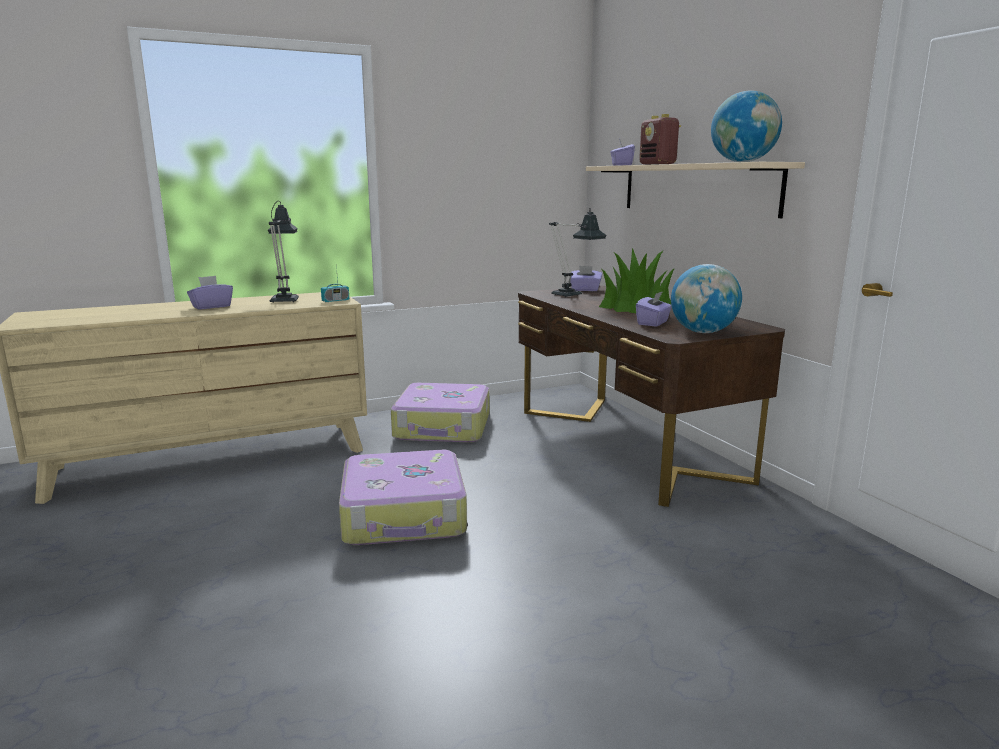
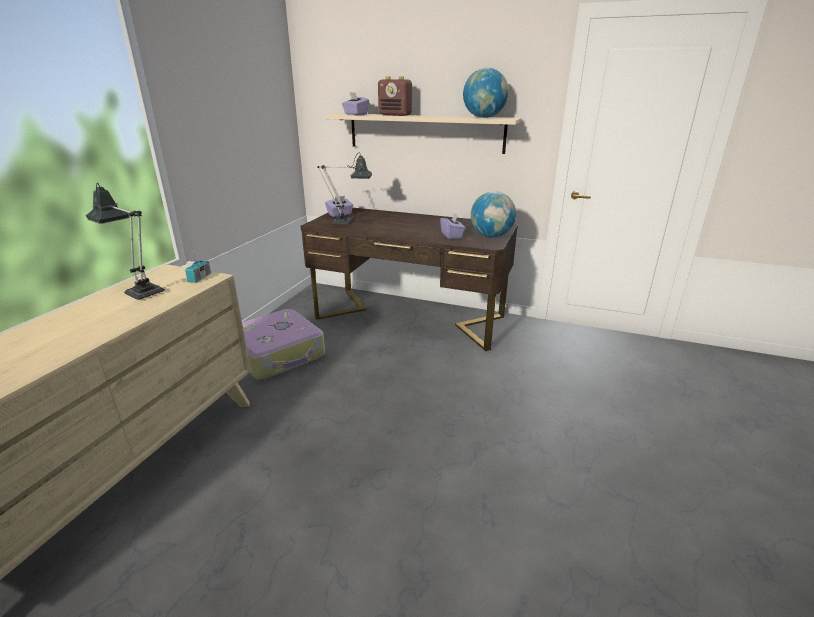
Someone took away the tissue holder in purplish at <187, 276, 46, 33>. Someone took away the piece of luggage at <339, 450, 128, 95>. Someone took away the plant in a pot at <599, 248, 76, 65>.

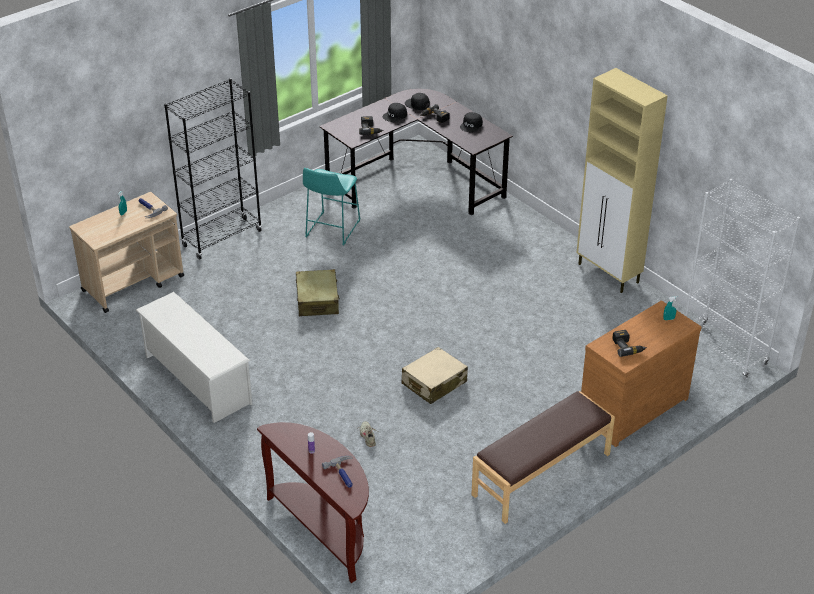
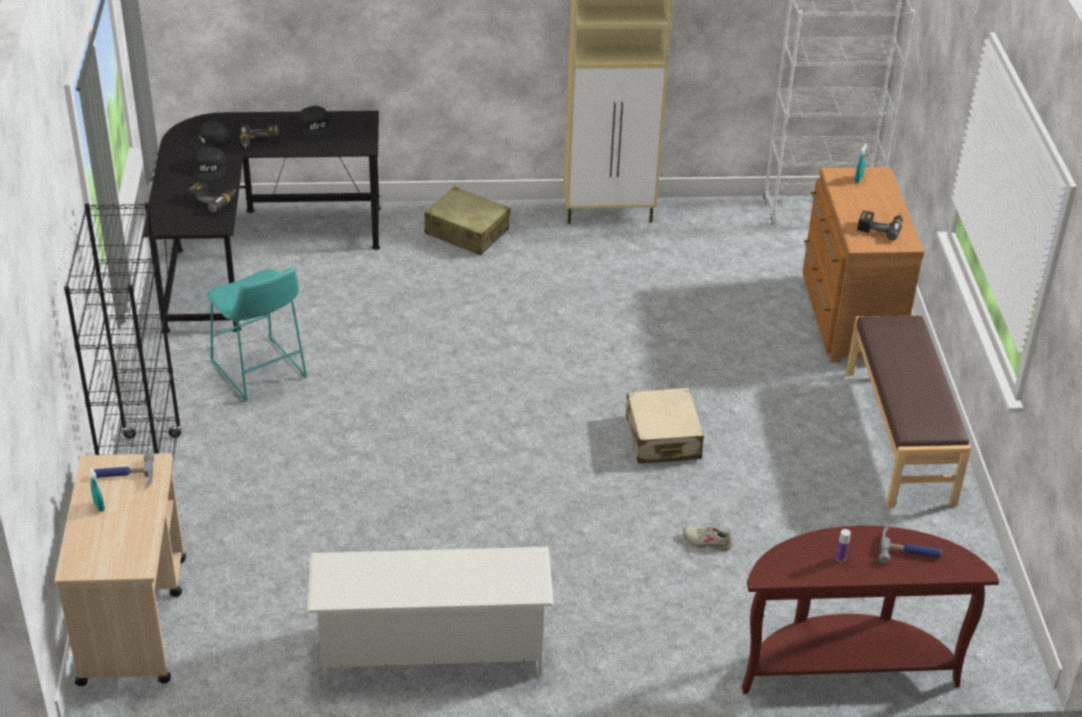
Someone carried the piece of luggage in beige from <296, 269, 44, 47> to <424, 186, 86, 69>.

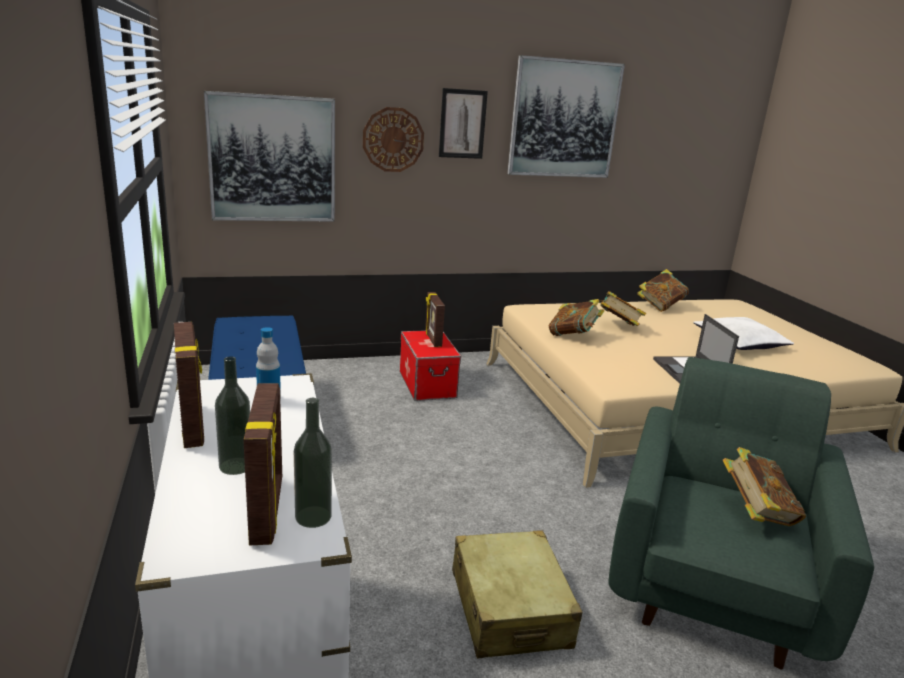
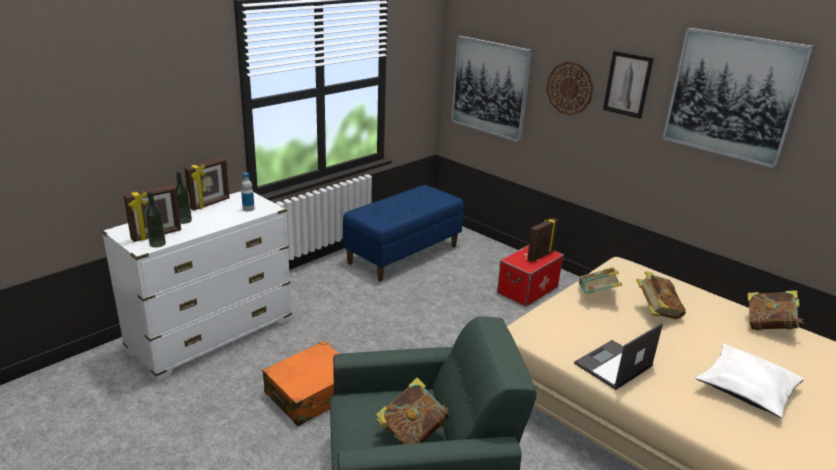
Someone repainted the piece of luggage in beige at <452, 530, 130, 129>, which became the piece of luggage in orangey at <263, 341, 77, 85>.

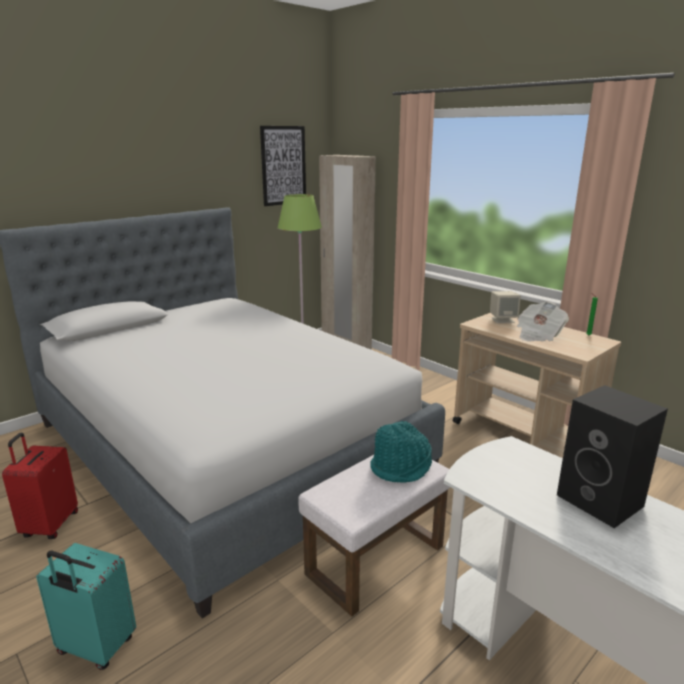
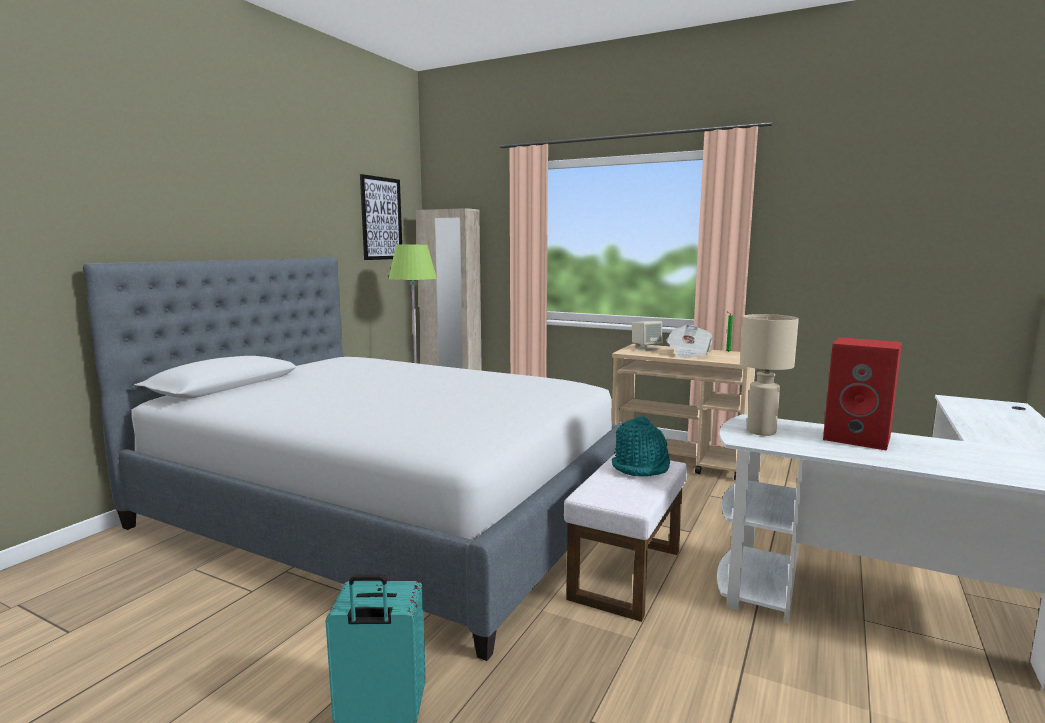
Someone took away the piece of luggage in reddish at <2, 433, 76, 106>. Someone repainted the loudspeaker in blackish at <557, 385, 111, 143>, which became the loudspeaker in reddish at <823, 337, 79, 114>. Someone put down the lamp for a table in beige at <740, 314, 59, 122>.

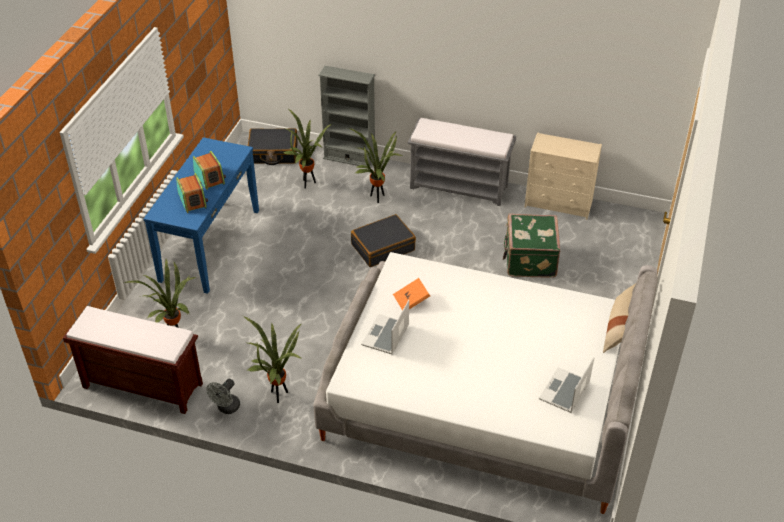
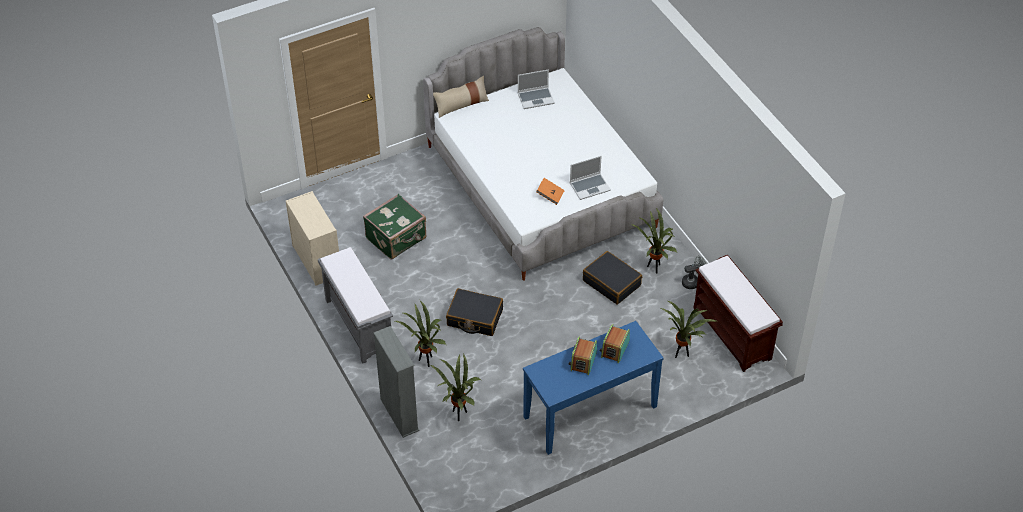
Someone carried the piece of luggage in blackish from <248, 128, 50, 37> to <583, 251, 59, 54>.

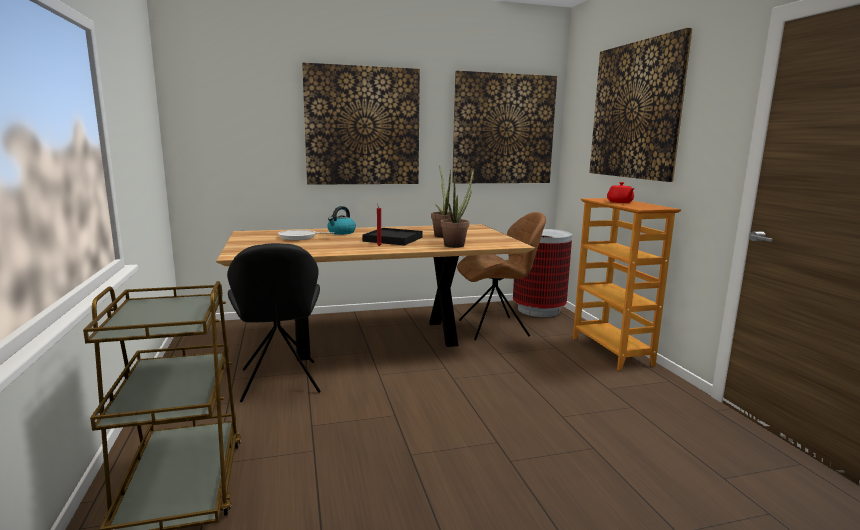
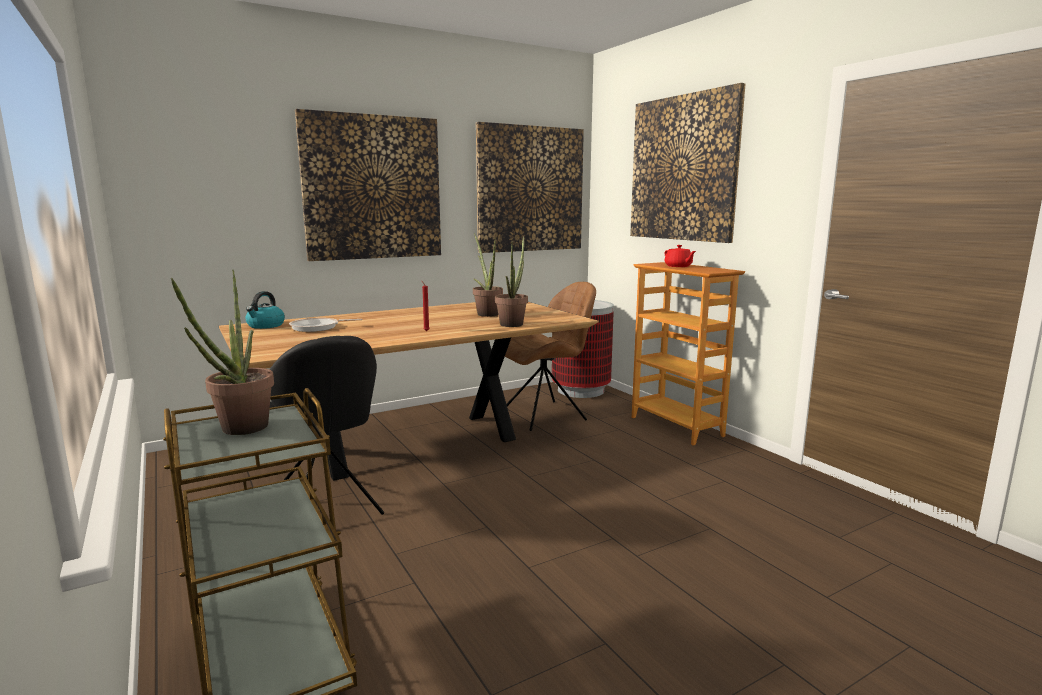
Someone carried the kettle from <327, 206, 29, 29> to <245, 291, 40, 38>. Someone took away the carrying tray in blackish at <363, 228, 59, 17>. Someone put down the plant in a pot at <171, 270, 103, 165>.

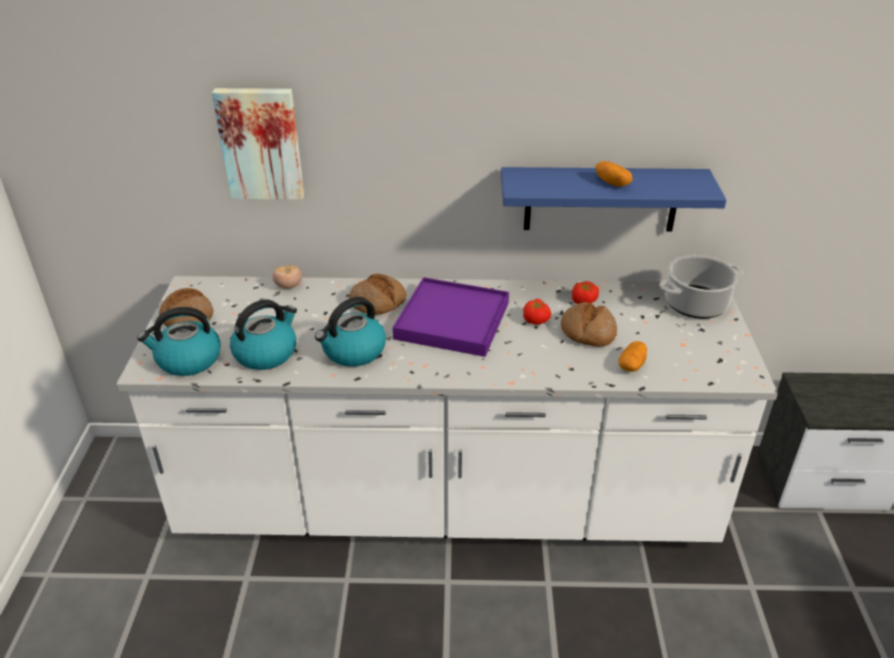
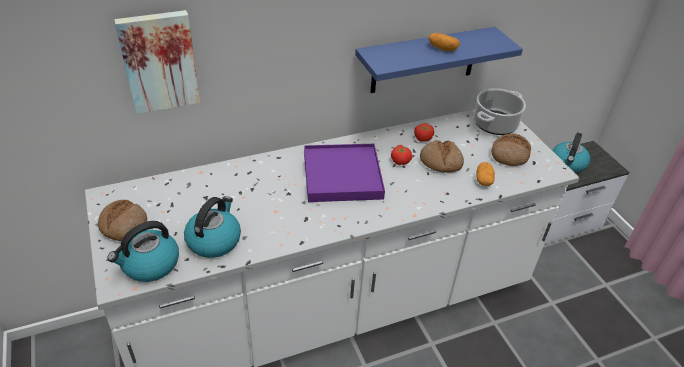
Someone took away the tomato at <273, 265, 29, 24>. Someone carried the kettle from <315, 297, 71, 70> to <552, 132, 38, 41>. Someone carried the bakery bread from <349, 274, 57, 40> to <491, 134, 40, 32>.

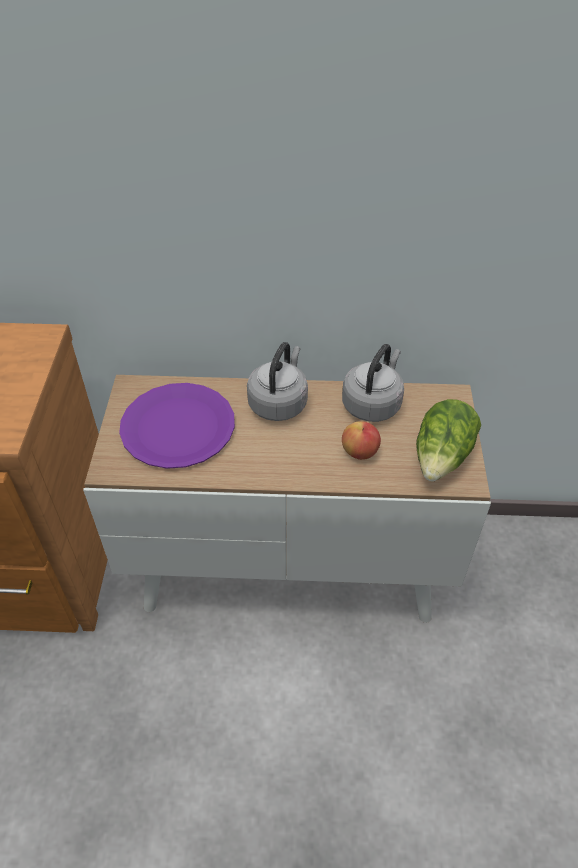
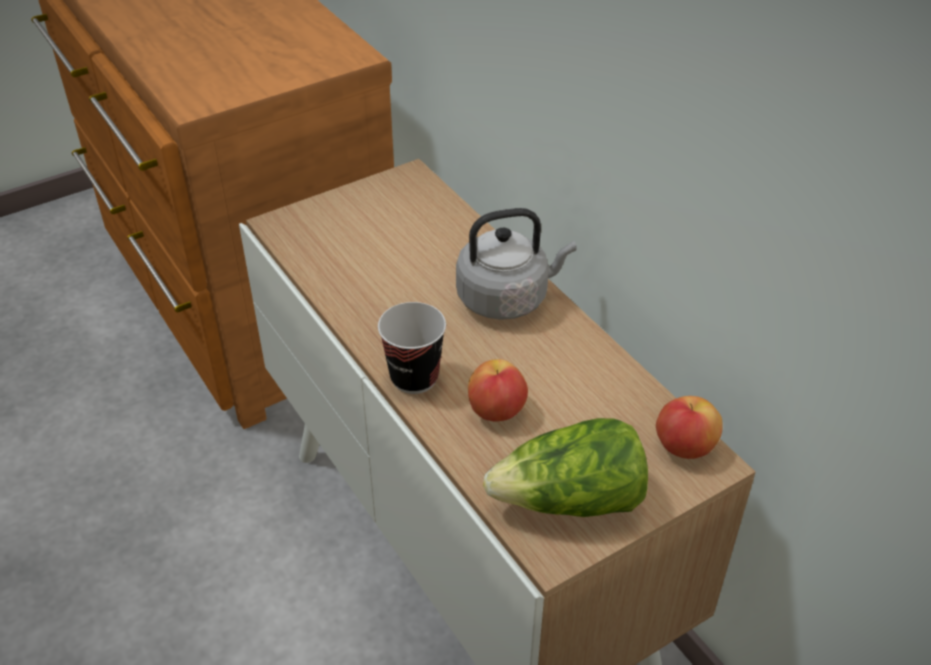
Someone took away the plate in purplish at <119, 383, 116, 86>. Someone took away the kettle in greyish at <342, 344, 62, 78>. Someone put down the small cup at <378, 302, 68, 92>. Someone put down the apple at <656, 396, 67, 63>.

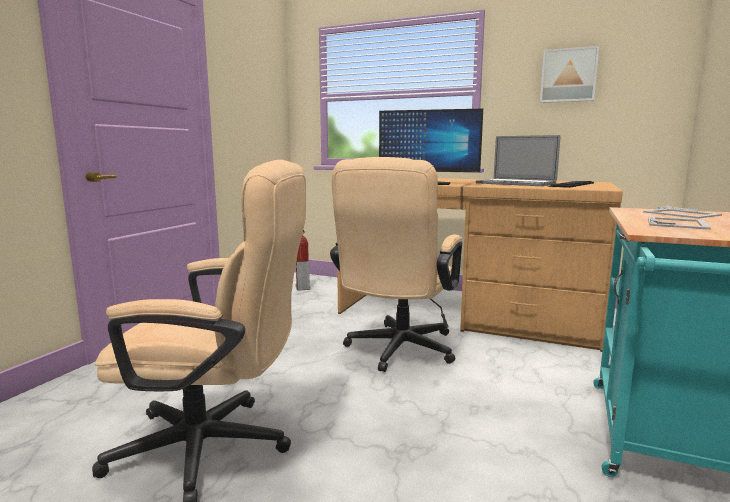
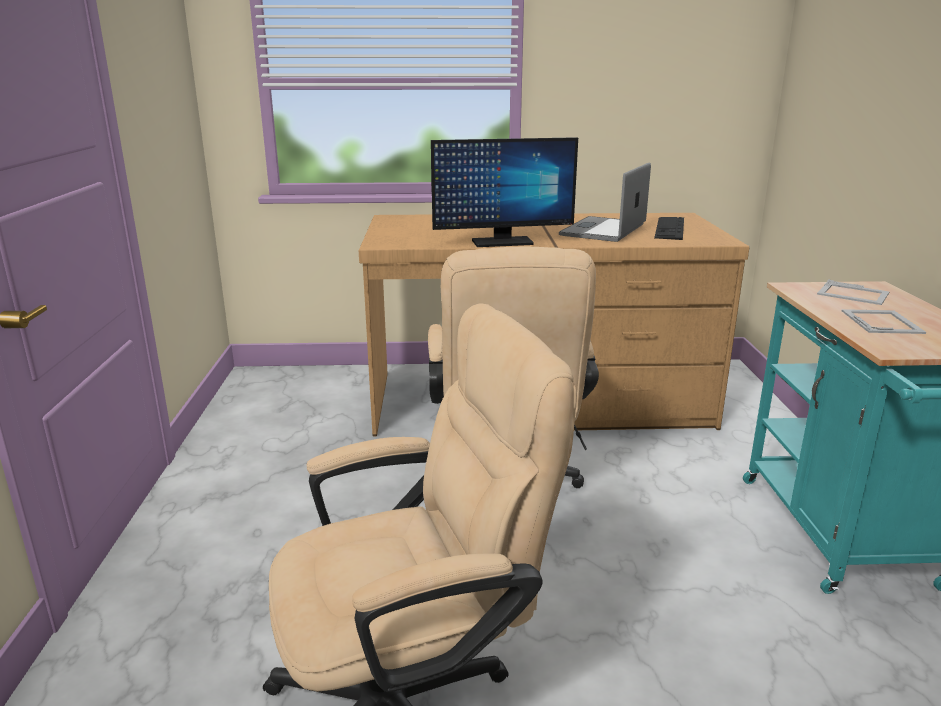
Someone took away the fire-fighting cylinder at <295, 230, 15, 61>. Someone rotated the portable computer at <476, 135, 84, 51> by 105 degrees clockwise. Someone took away the wall picture at <540, 46, 59, 57>.

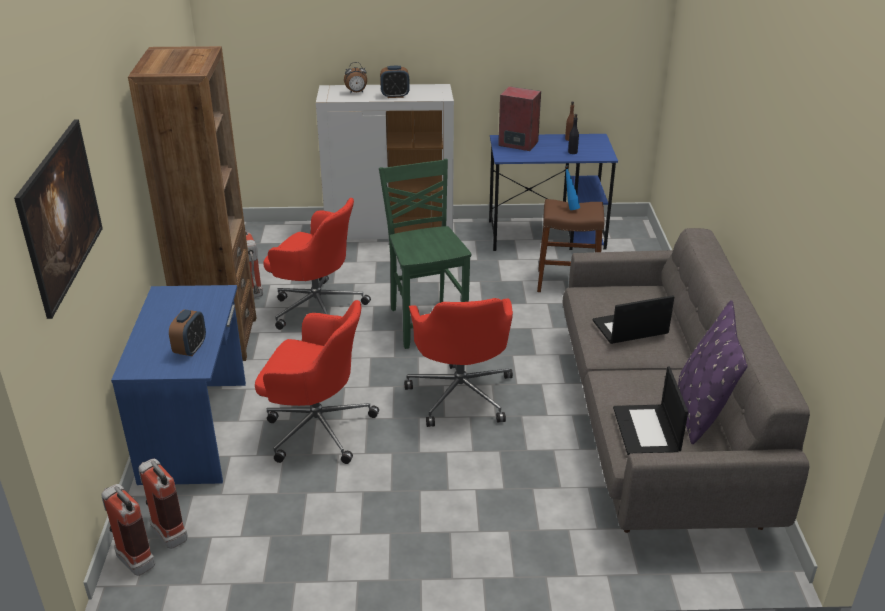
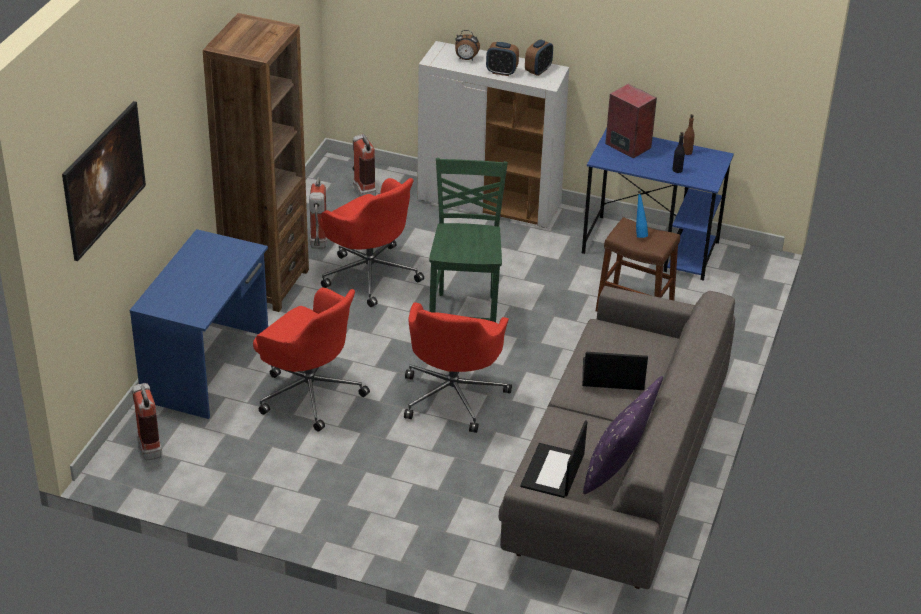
Someone carried the fire-fighting cylinder from <101, 484, 54, 92> to <352, 134, 24, 62>. Someone carried the table clock from <169, 309, 37, 47> to <525, 39, 28, 37>.

